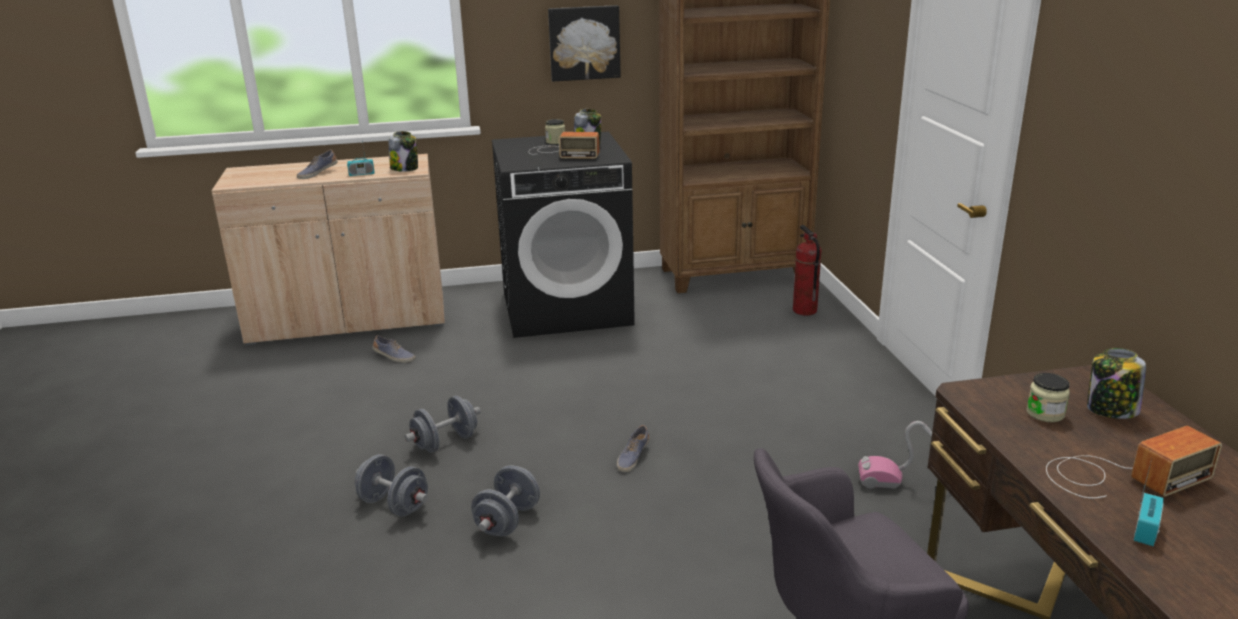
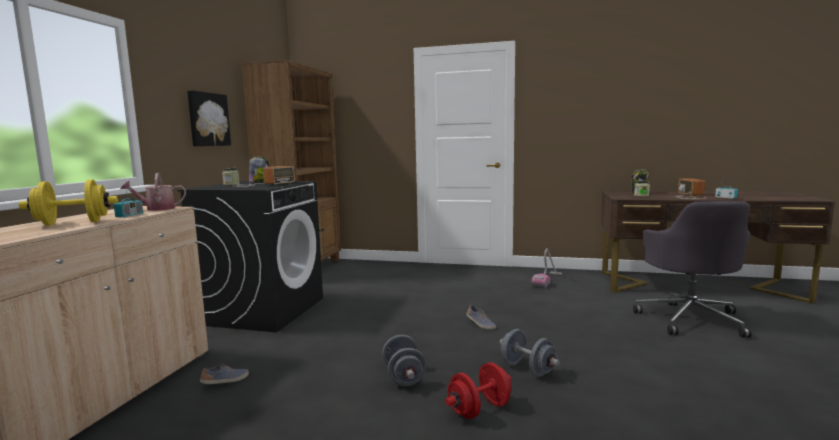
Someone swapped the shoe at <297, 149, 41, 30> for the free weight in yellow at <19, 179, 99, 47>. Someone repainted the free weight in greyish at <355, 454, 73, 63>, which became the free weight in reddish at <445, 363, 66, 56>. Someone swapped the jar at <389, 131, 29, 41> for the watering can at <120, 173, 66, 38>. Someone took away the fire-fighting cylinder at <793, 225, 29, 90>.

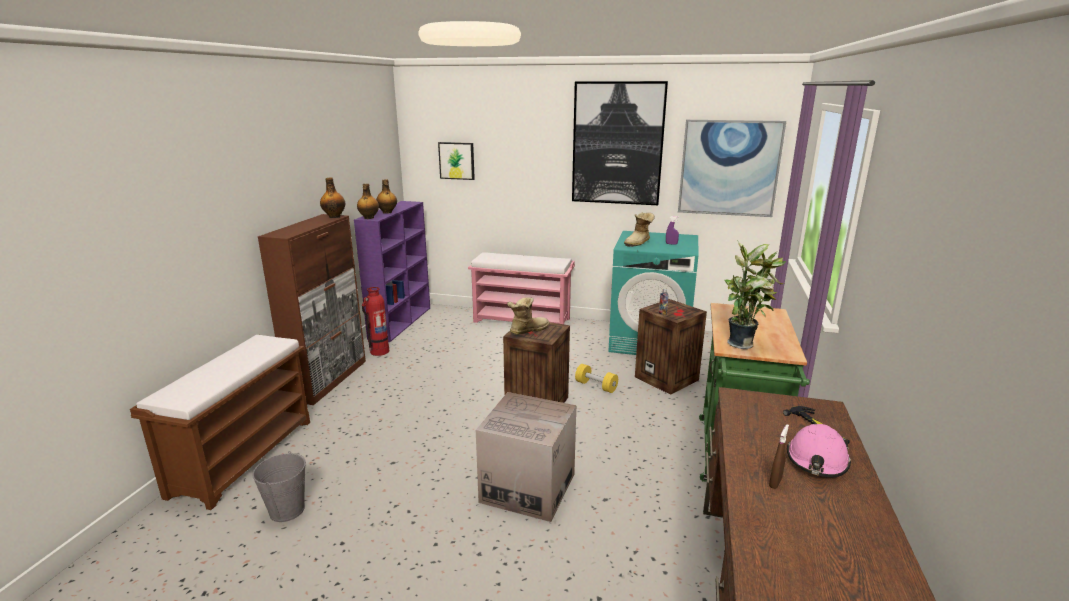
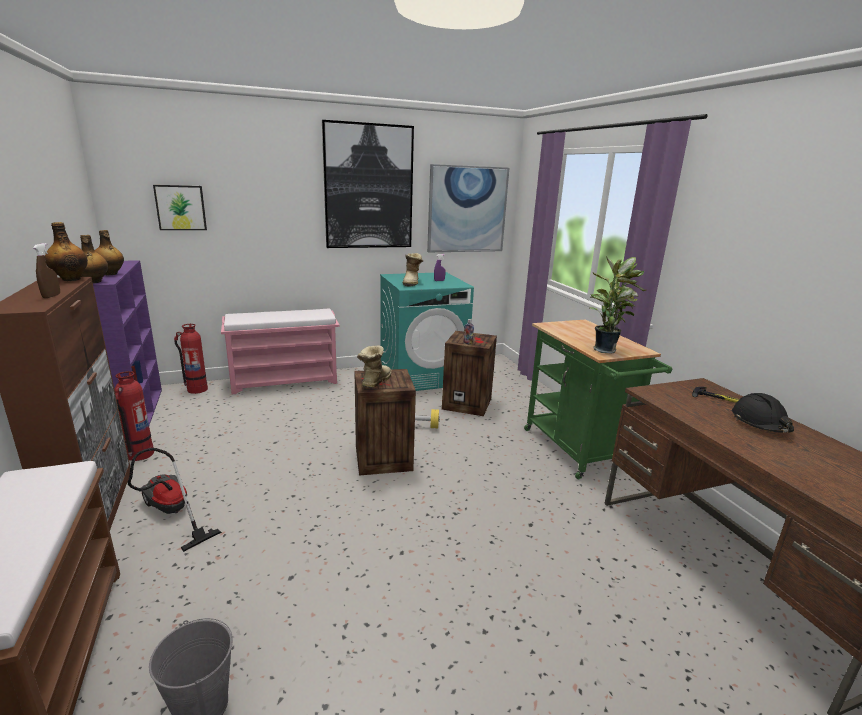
Someone took away the packing box at <476, 392, 100, 130>. Someone carried the spray bottle in brownish from <769, 424, 20, 65> to <33, 243, 27, 55>. Someone repainted the safety helmet in pink-coloured at <787, 424, 64, 53>, which became the safety helmet in blackish at <732, 393, 62, 40>. Someone put down the hoover at <128, 448, 94, 104>. Someone put down the fire-fighting cylinder at <174, 324, 34, 70>.

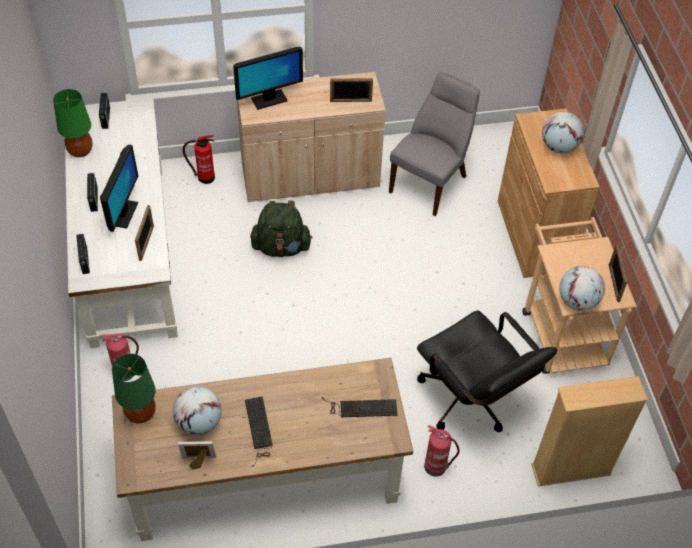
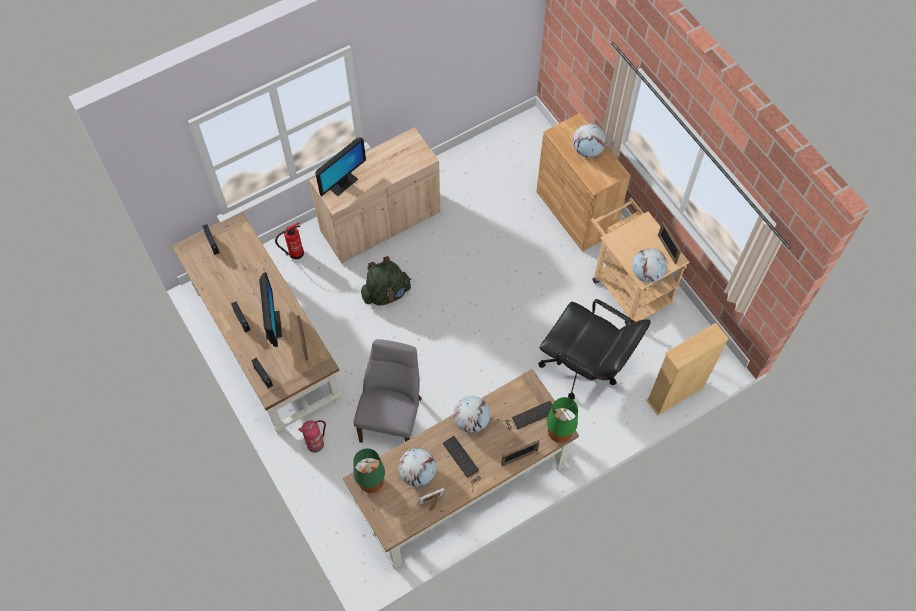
Someone carried the lamp for a table in greenish from <53, 89, 40, 68> to <547, 397, 31, 46>. Someone repainted the desk unit in whitish at <65, 98, 113, 250>, which became the desk unit in brownish at <172, 212, 170, 223>. Someone carried the picture frame from <330, 78, 43, 24> to <501, 440, 39, 26>. Someone carried the plain chair in greyish from <389, 72, 91, 144> to <354, 339, 68, 104>. Someone took away the fire-fighting cylinder at <424, 425, 36, 52>. Someone put down the globe at <453, 396, 37, 37>.

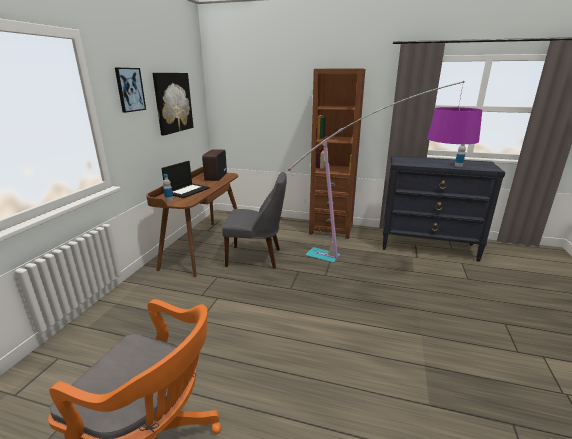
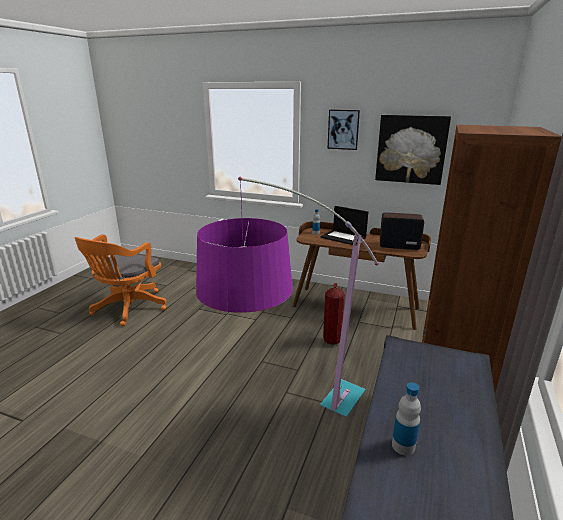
Someone swapped the plain chair in greyish at <222, 172, 65, 96> for the fire-fighting cylinder at <323, 283, 22, 62>.

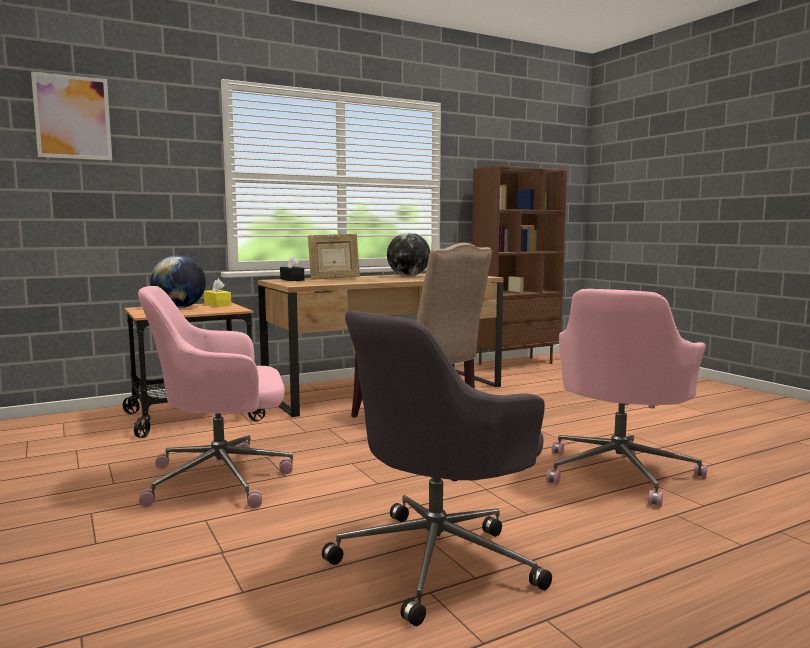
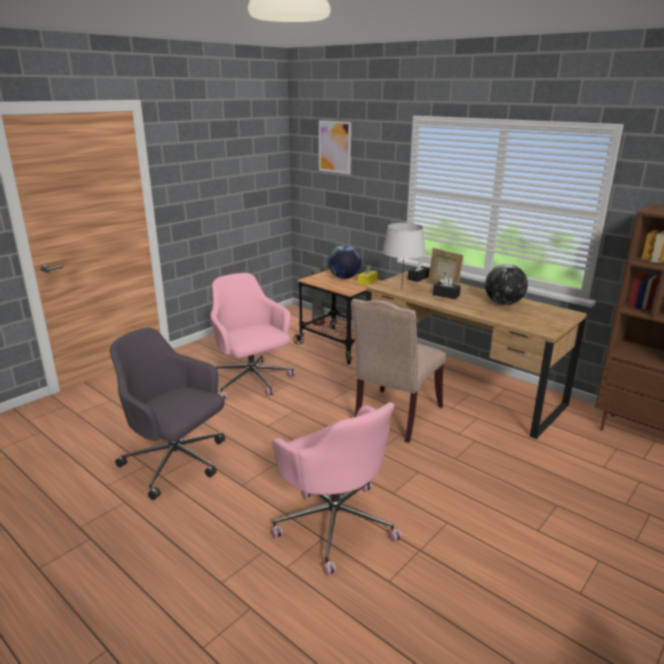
Someone rotated the computer chair in pink-coloured at <546, 289, 161, 218> by 135 degrees counterclockwise. Someone put down the fire-fighting cylinder at <311, 267, 14, 59>. Someone put down the lamp for a table in greyish at <382, 223, 44, 60>. Someone put down the tissue holder in blackish at <433, 276, 28, 23>.

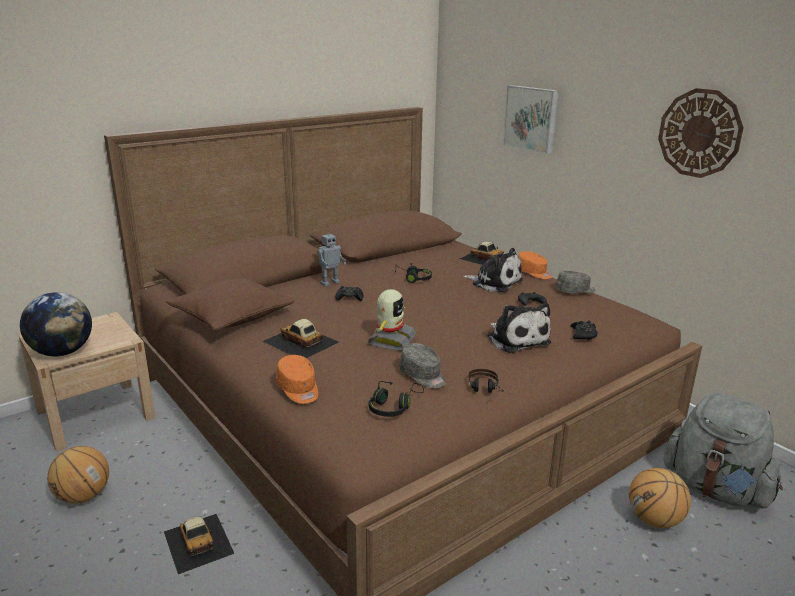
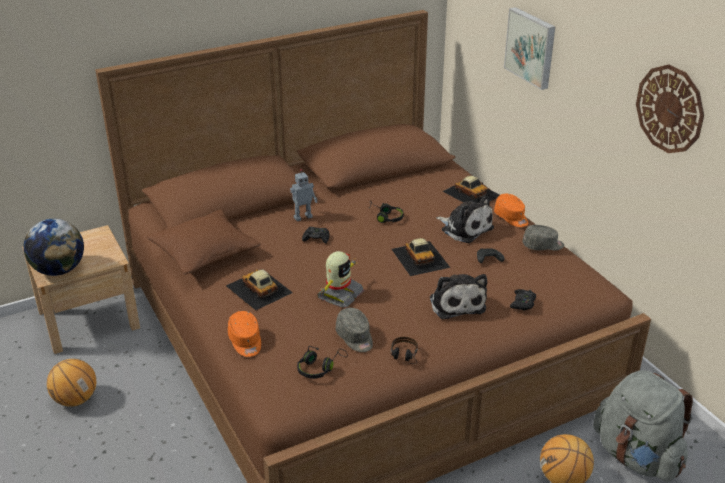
Someone carried the model car from <164, 514, 70, 60> to <392, 238, 58, 38>.

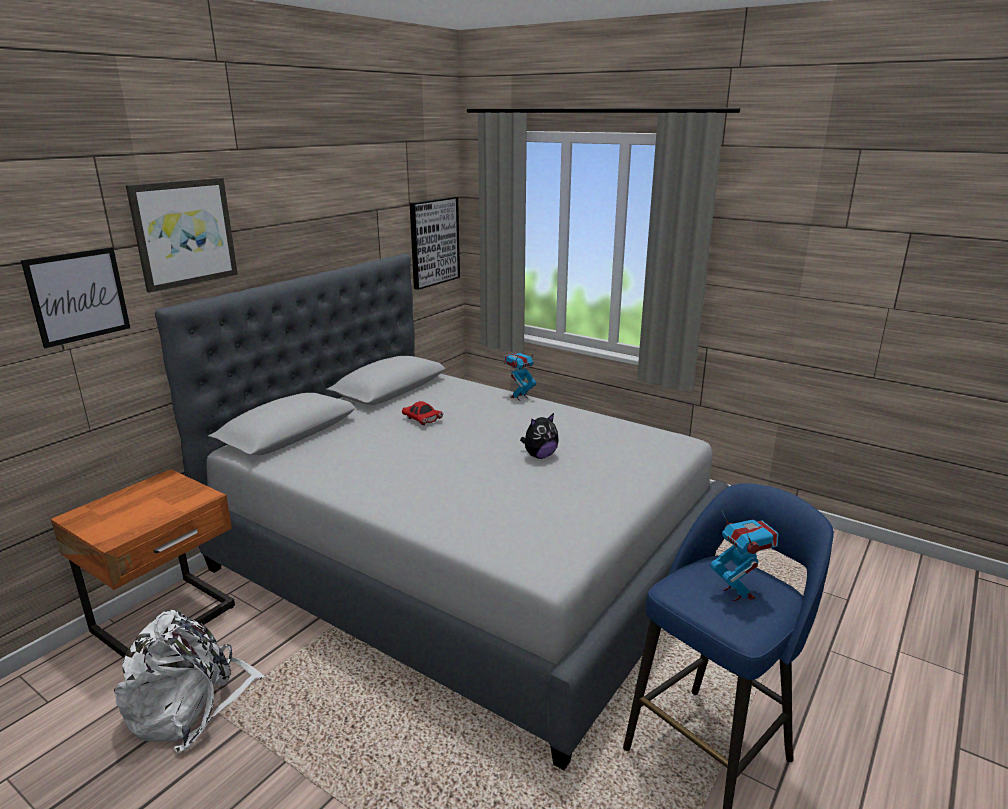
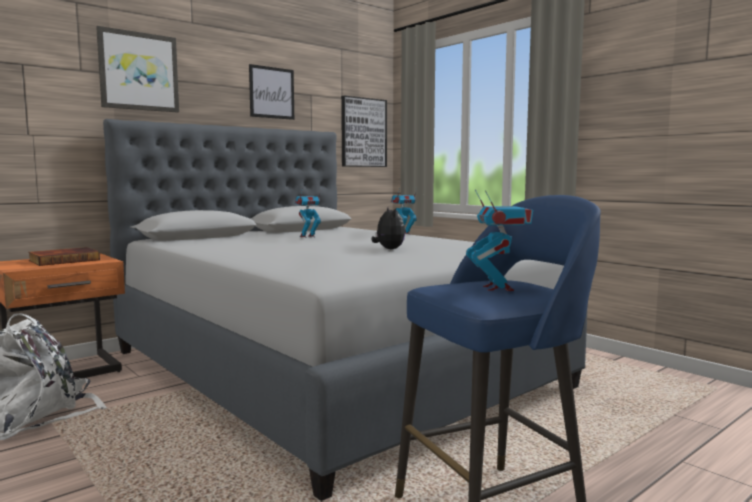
Someone carried the wall picture from <21, 247, 109, 101> to <249, 64, 45, 56>. Someone swapped the model car in reddish at <402, 401, 41, 24> for the model robot at <295, 188, 26, 50>. Someone rotated the soft toy at <520, 413, 39, 46> by 90 degrees counterclockwise. Someone put down the bound book at <28, 247, 72, 19>.

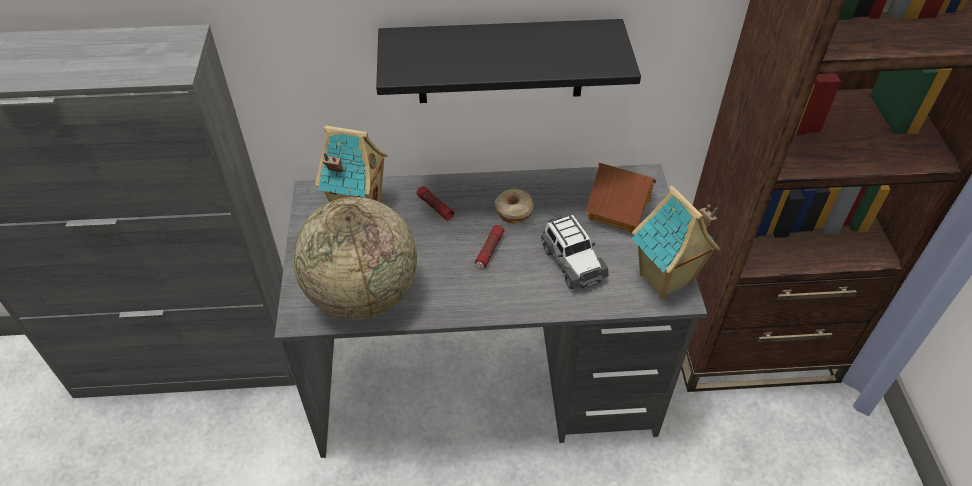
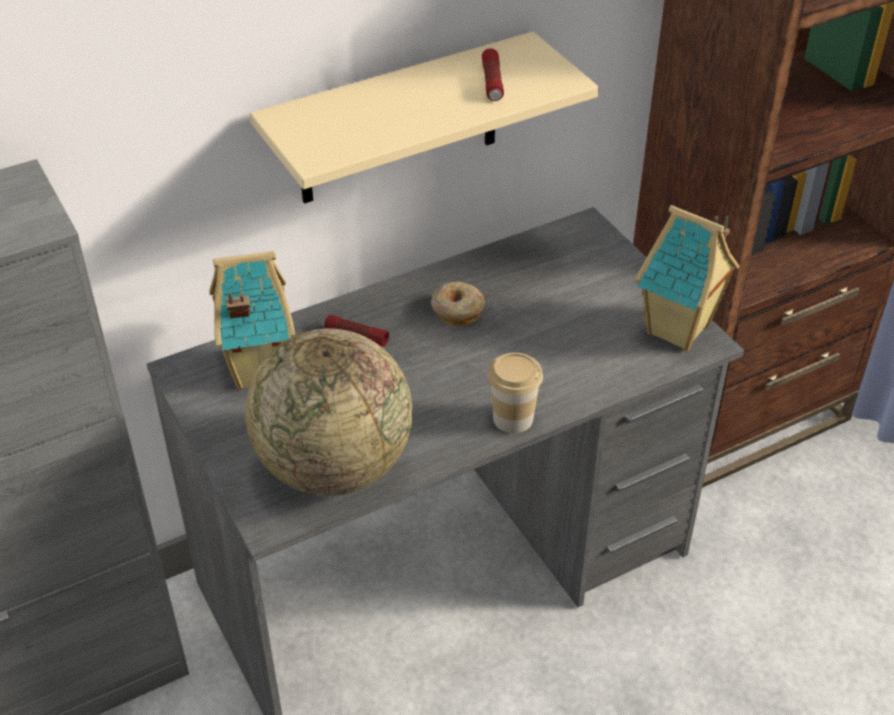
Someone repainted the bracket shelf in blackish at <376, 19, 265, 84>, which became the bracket shelf in beige at <250, 32, 349, 172>. Someone carried the flashlight from <475, 225, 29, 43> to <482, 48, 22, 53>. Someone took away the model car at <541, 215, 68, 74>. Someone took away the toy house at <586, 163, 70, 69>. Someone put down the small cup at <488, 353, 55, 80>.

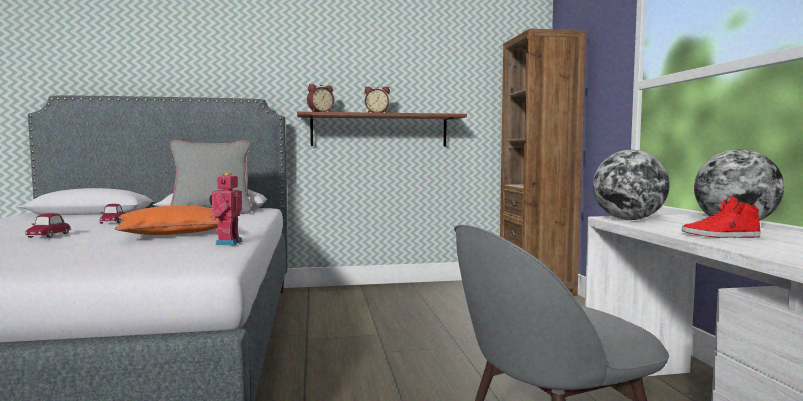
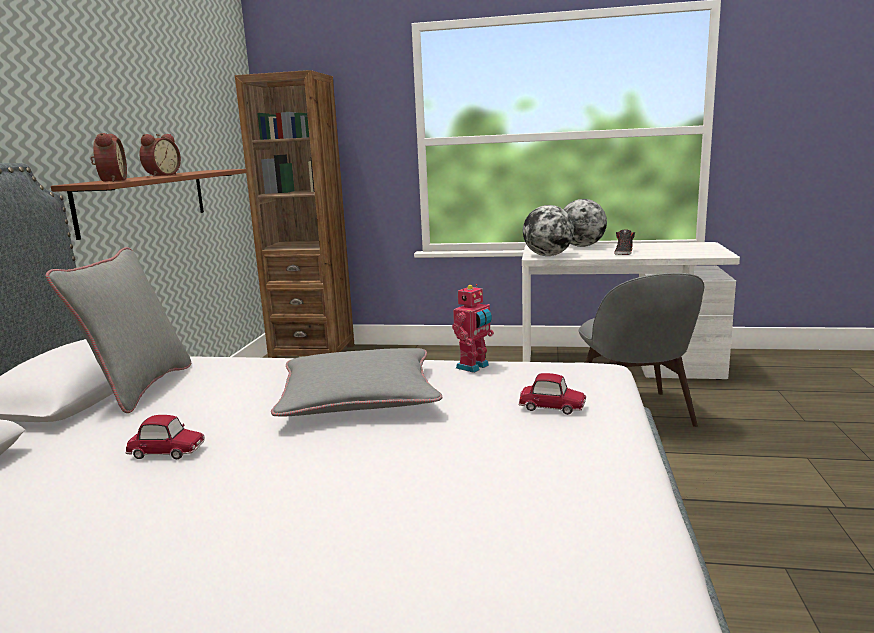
Someone carried the model car from <25, 213, 46, 25> to <518, 373, 68, 42>. Someone repainted the pillow in orangey at <115, 205, 103, 30>, which became the pillow in greyish at <271, 348, 171, 69>. Someone rotated the model robot at <209, 172, 34, 73> by 75 degrees counterclockwise. Someone repainted the shoe in reddish at <682, 196, 79, 42>, which became the shoe in blackish at <614, 229, 21, 26>.

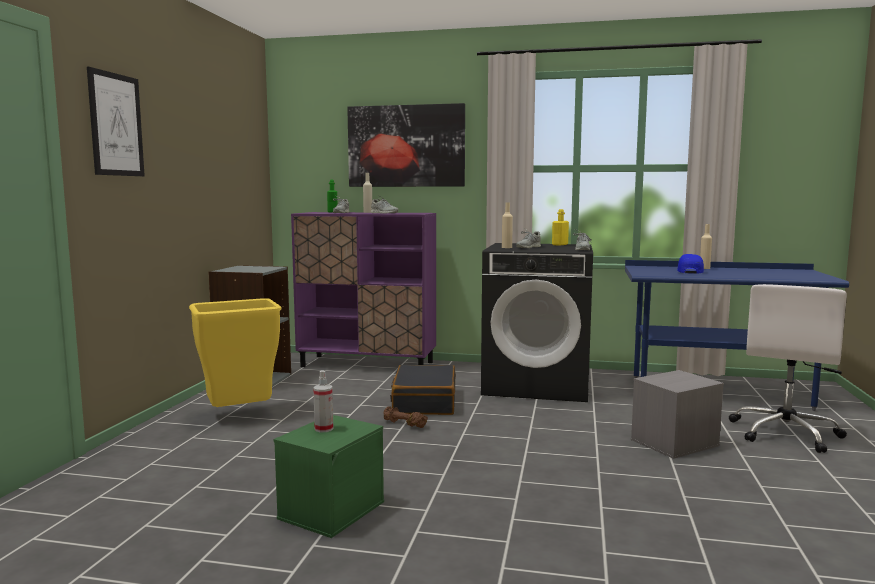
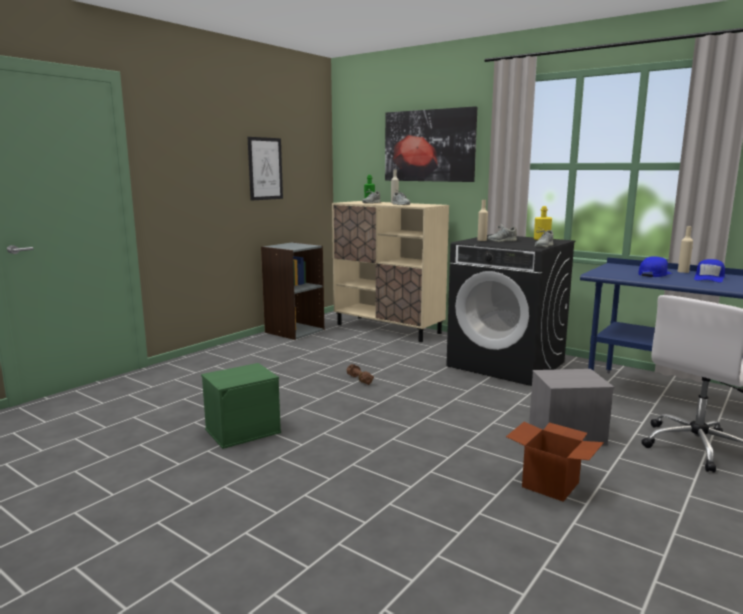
Someone carried the wall picture from <87, 67, 58, 109> to <248, 137, 35, 64>. Someone took away the trash can in yellow at <189, 298, 93, 109>. Someone repainted the storage cabinet in purplish at <291, 212, 145, 155>, which became the storage cabinet in beige at <332, 201, 117, 141>. Someone took away the spray bottle at <313, 371, 21, 61>. Someone took away the piece of luggage in blackish at <390, 365, 66, 50>. Someone put down the packing box at <506, 422, 98, 80>. Someone put down the peaked cap in blue-coloured at <694, 259, 31, 23>.

